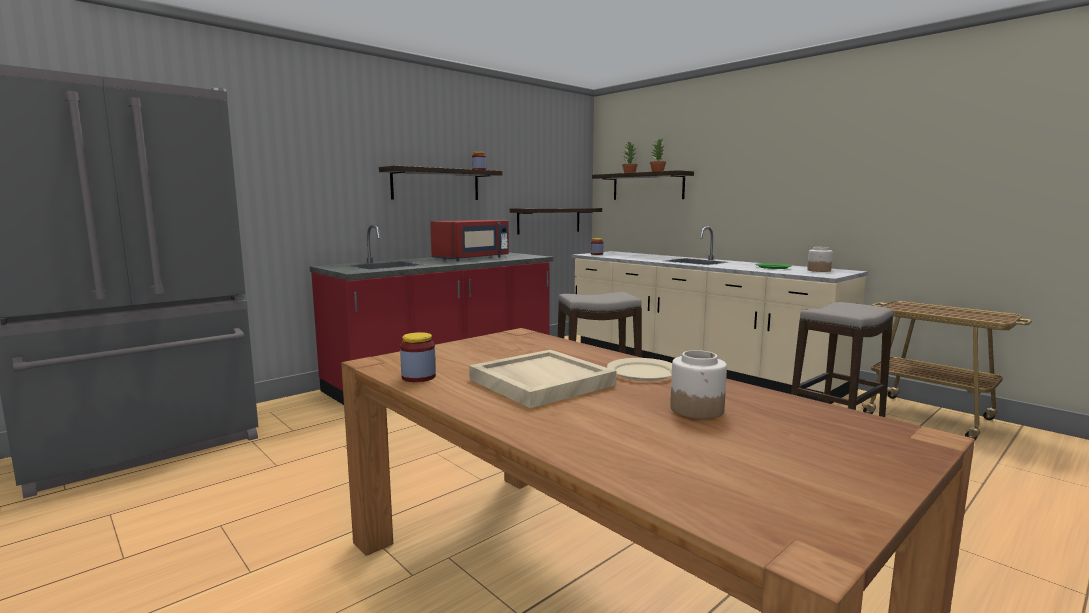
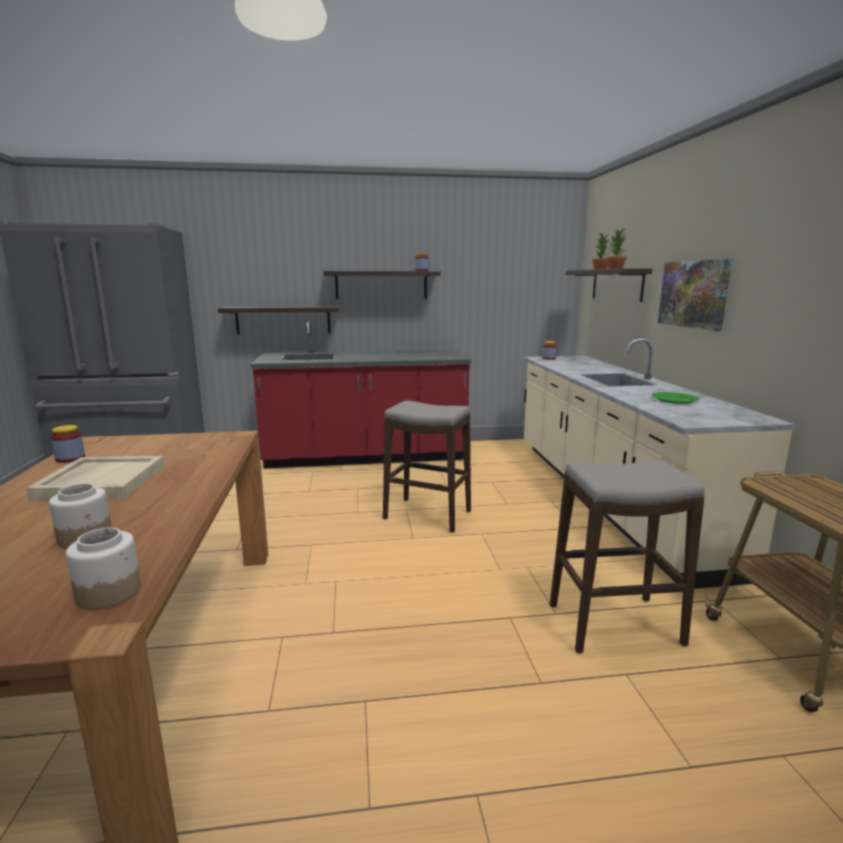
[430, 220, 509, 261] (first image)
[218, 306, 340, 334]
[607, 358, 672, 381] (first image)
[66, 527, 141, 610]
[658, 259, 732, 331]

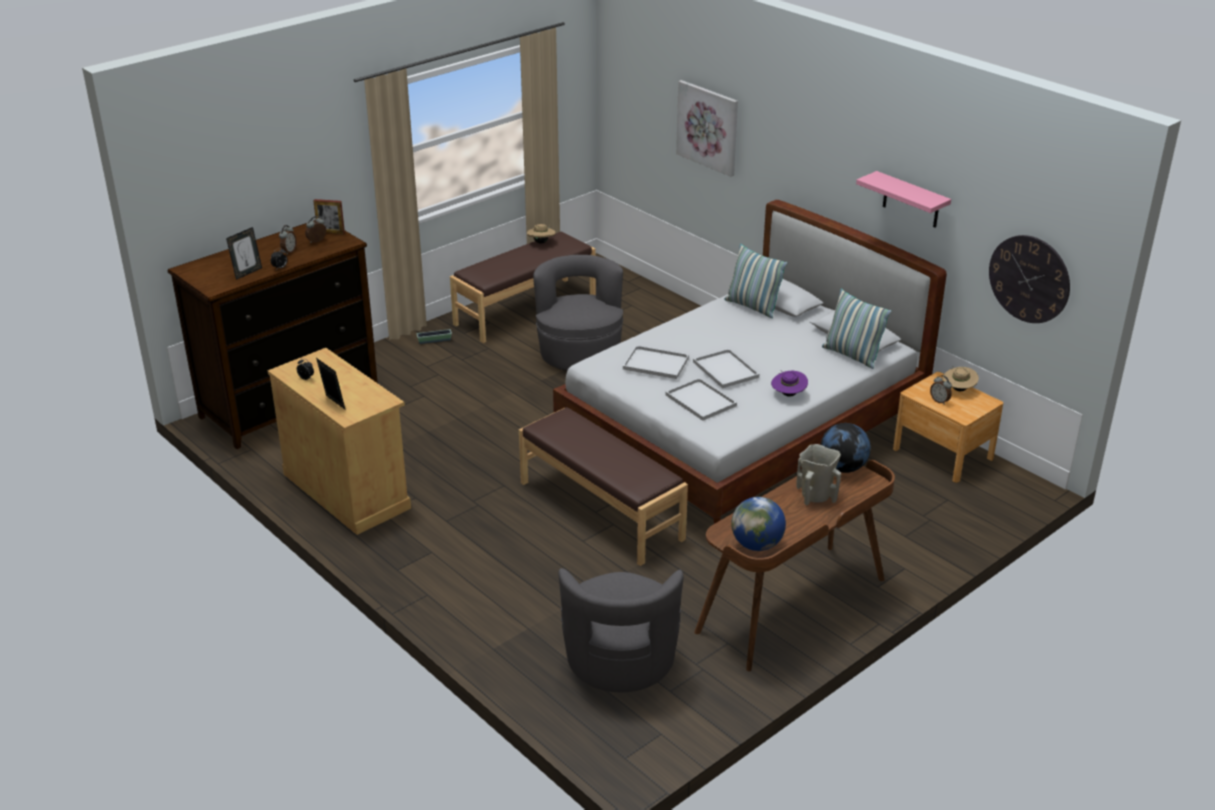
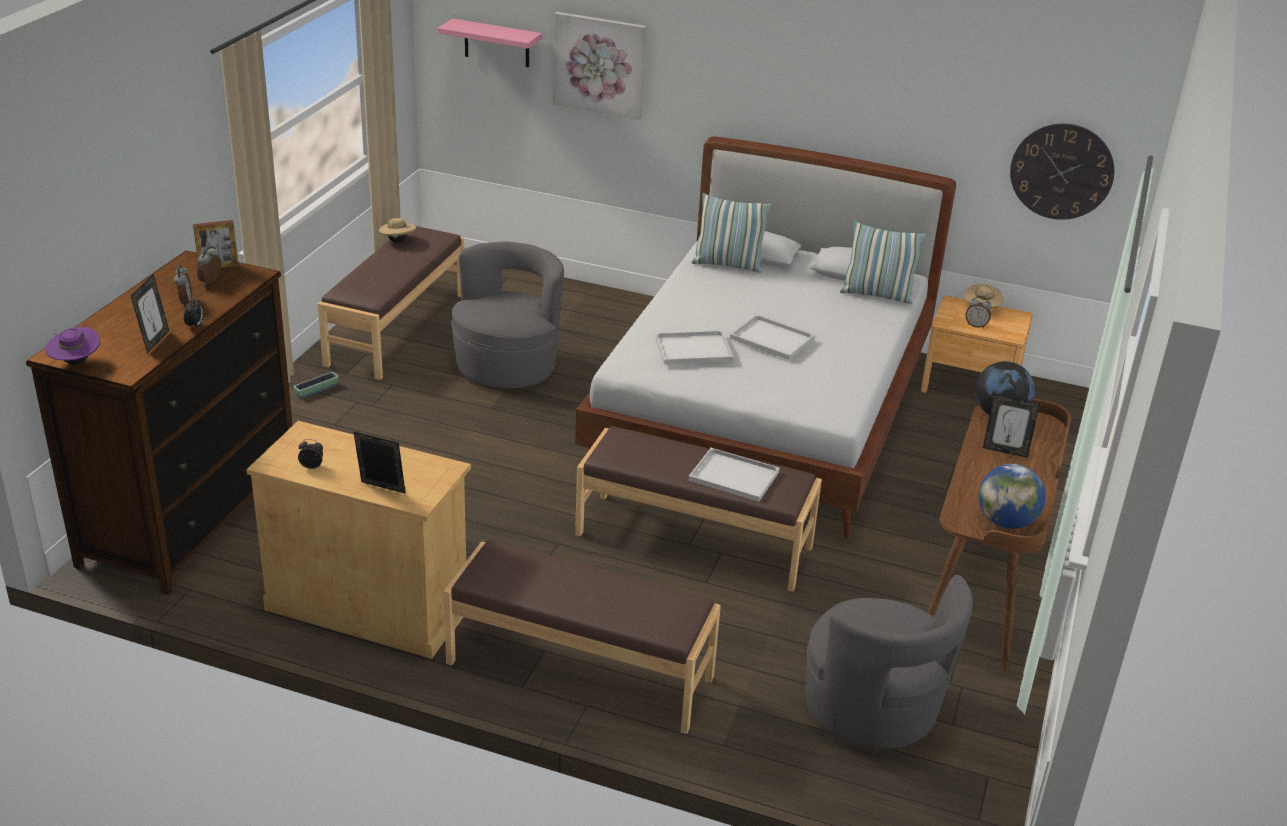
[451, 241, 564, 390]
[688, 448, 780, 502]
[45, 327, 100, 365]
[983, 394, 1040, 458]
[437, 18, 542, 67]
[444, 540, 721, 734]

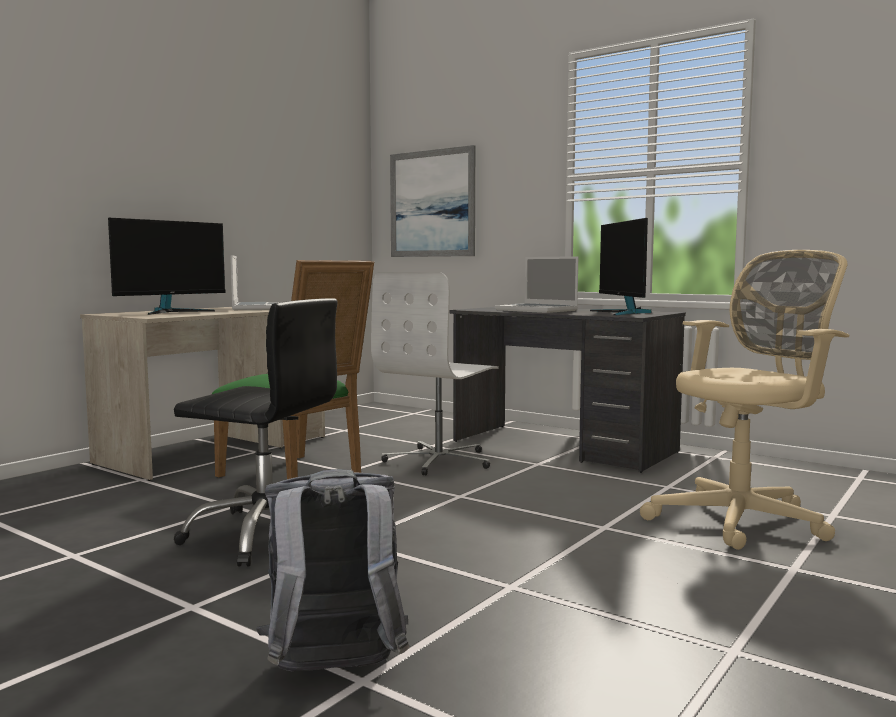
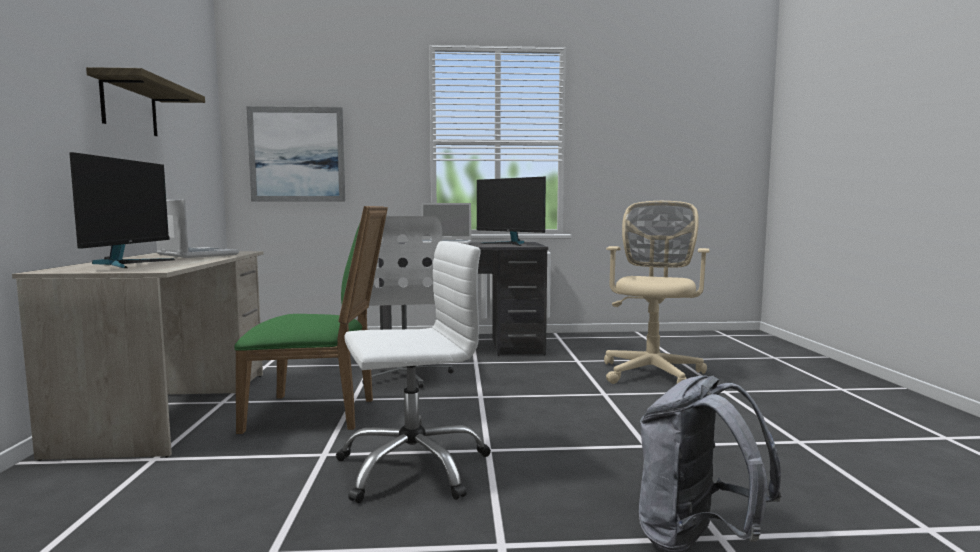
[336, 241, 491, 503]
[86, 67, 205, 136]

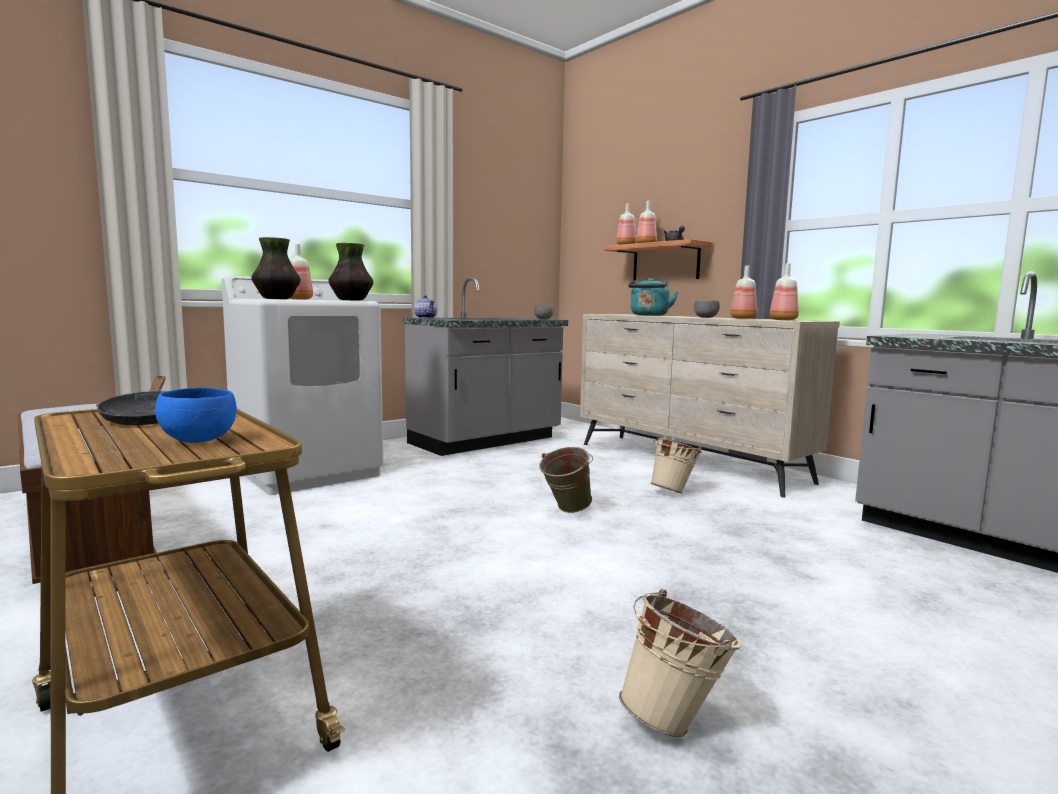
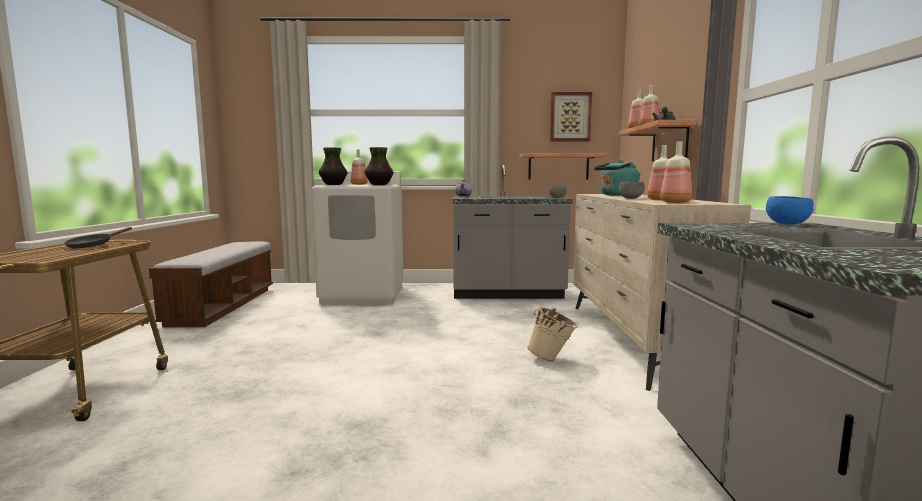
[766, 196, 814, 225]
[539, 447, 593, 513] (first image)
[619, 589, 742, 737] (first image)
[519, 153, 606, 180]
[550, 92, 592, 142]

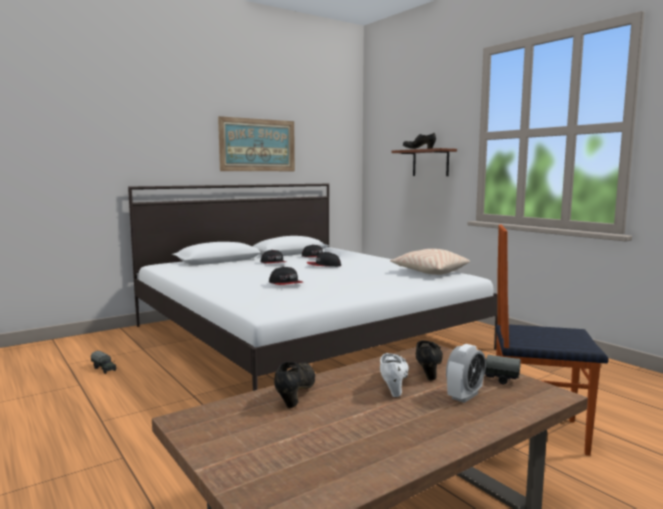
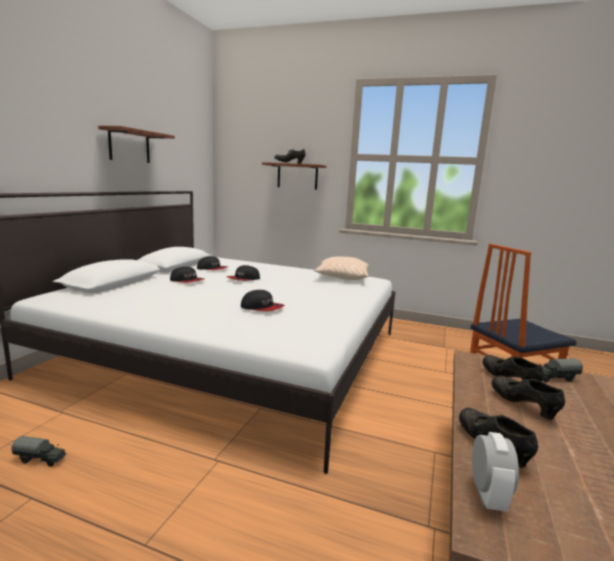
[98, 126, 175, 163]
[491, 376, 565, 420]
[472, 432, 519, 512]

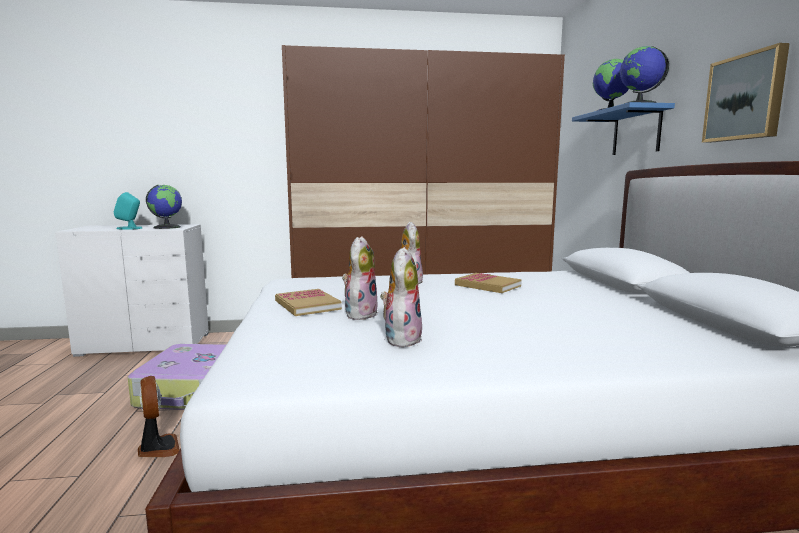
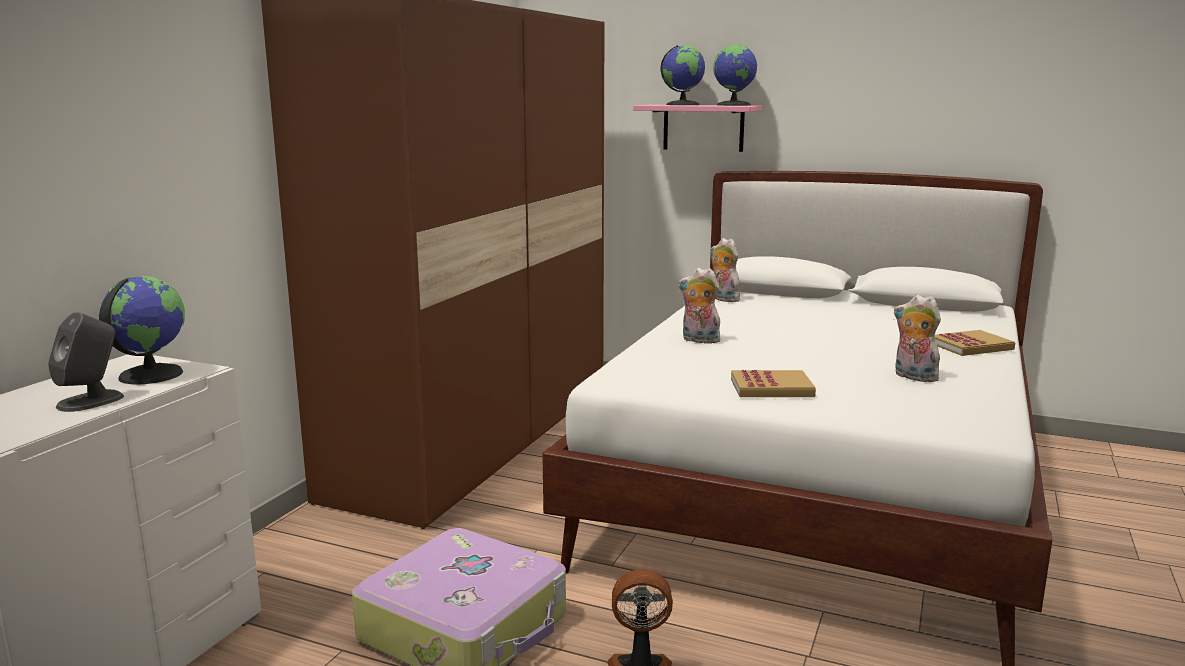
[48, 312, 124, 412]
[710, 238, 740, 302]
[934, 330, 1015, 356]
[633, 104, 762, 152]
[702, 43, 790, 143] (first image)

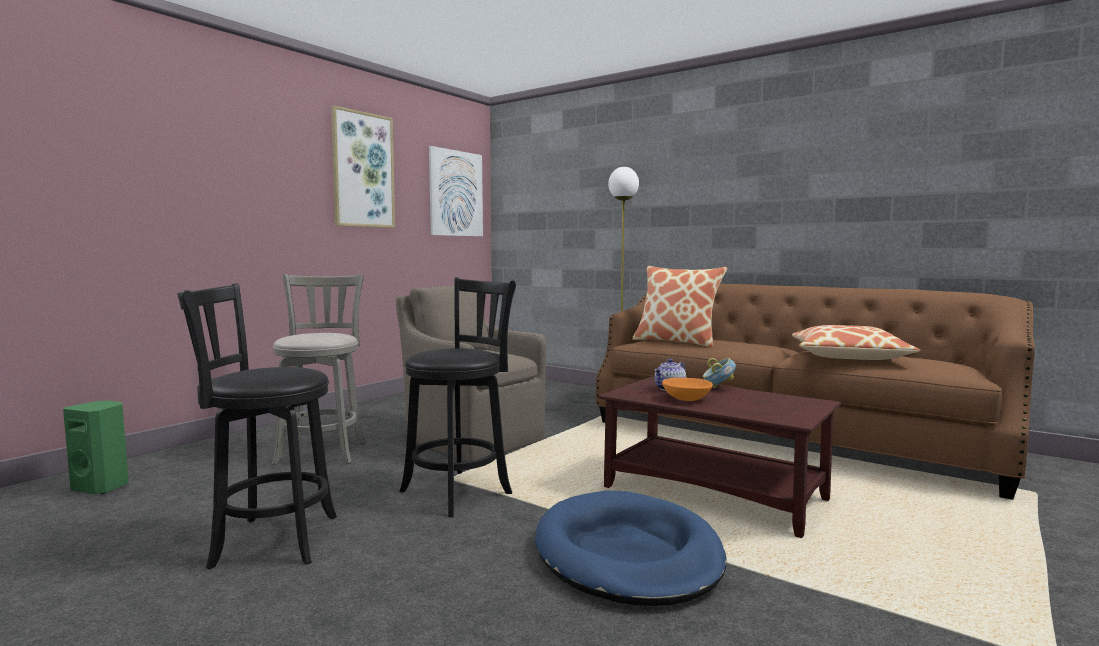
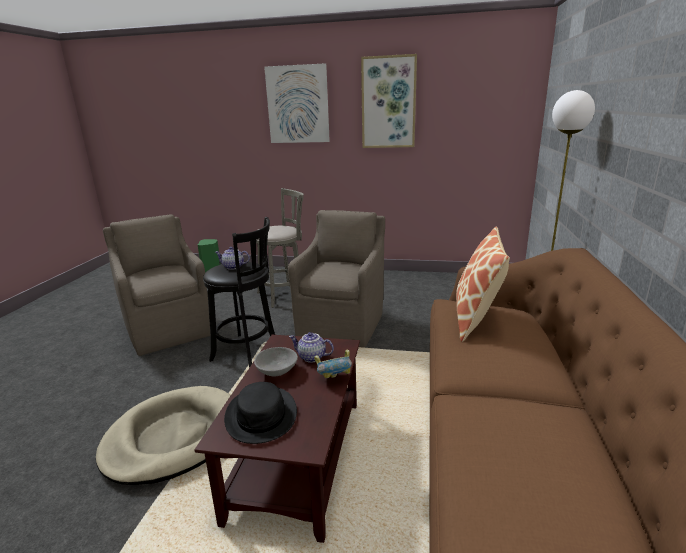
[103, 214, 210, 356]
[264, 63, 330, 143]
[96, 386, 231, 485]
[254, 347, 298, 376]
[792, 325, 920, 360] (first image)
[215, 247, 250, 270]
[224, 382, 297, 444]

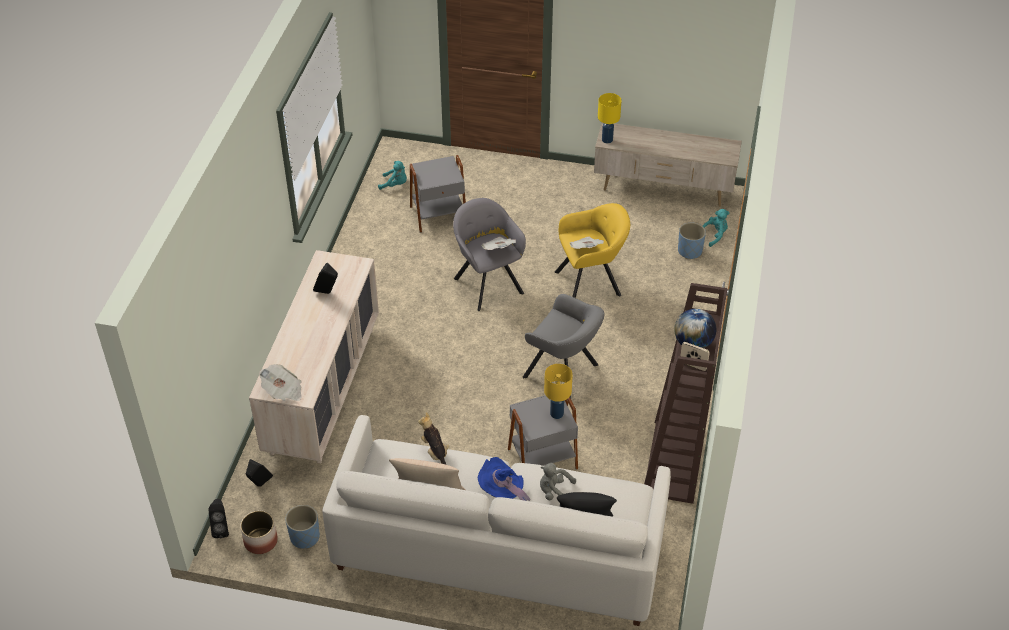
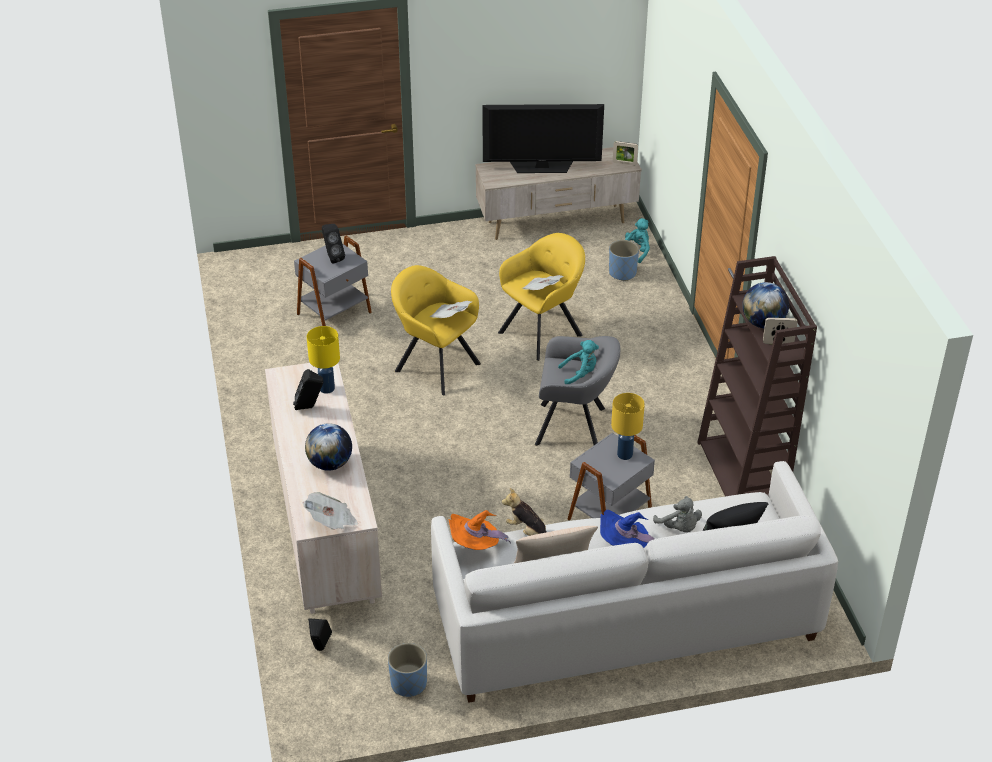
[322, 224, 345, 264]
[240, 511, 278, 554] (first image)
[558, 340, 599, 384]
[391, 265, 481, 395]
[653, 496, 702, 532]
[307, 326, 340, 394]
[305, 423, 352, 471]
[448, 510, 511, 550]
[482, 104, 604, 173]
[613, 141, 638, 166]

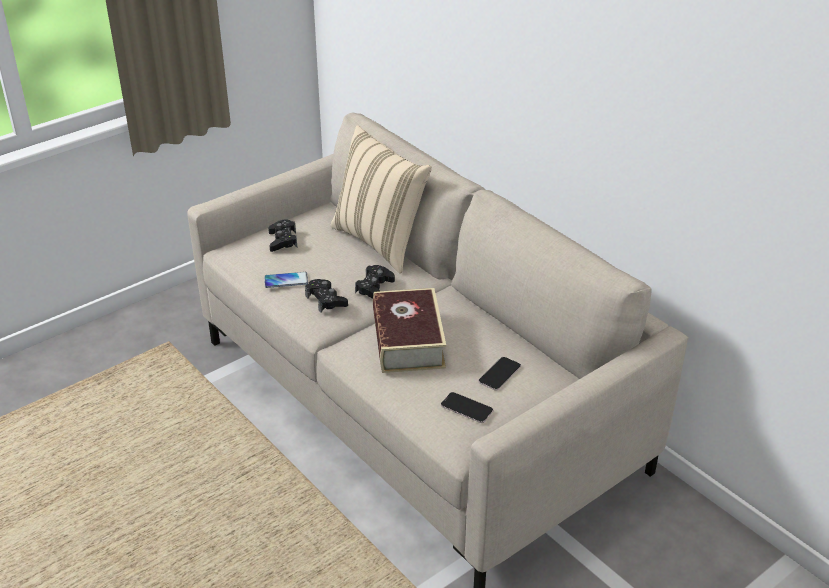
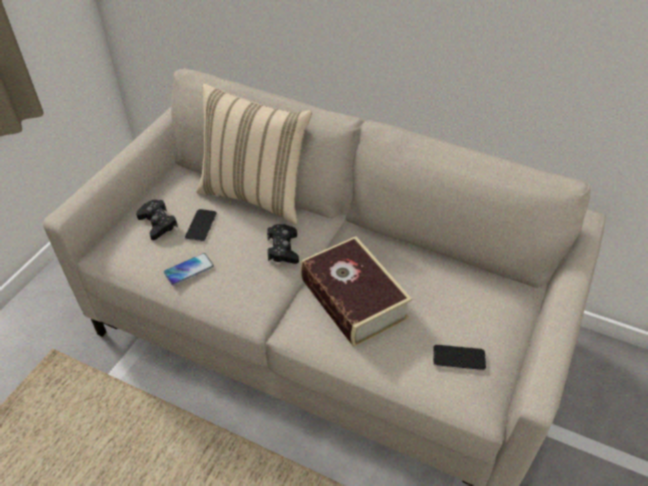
[305, 279, 348, 313] (first image)
[185, 209, 217, 242]

